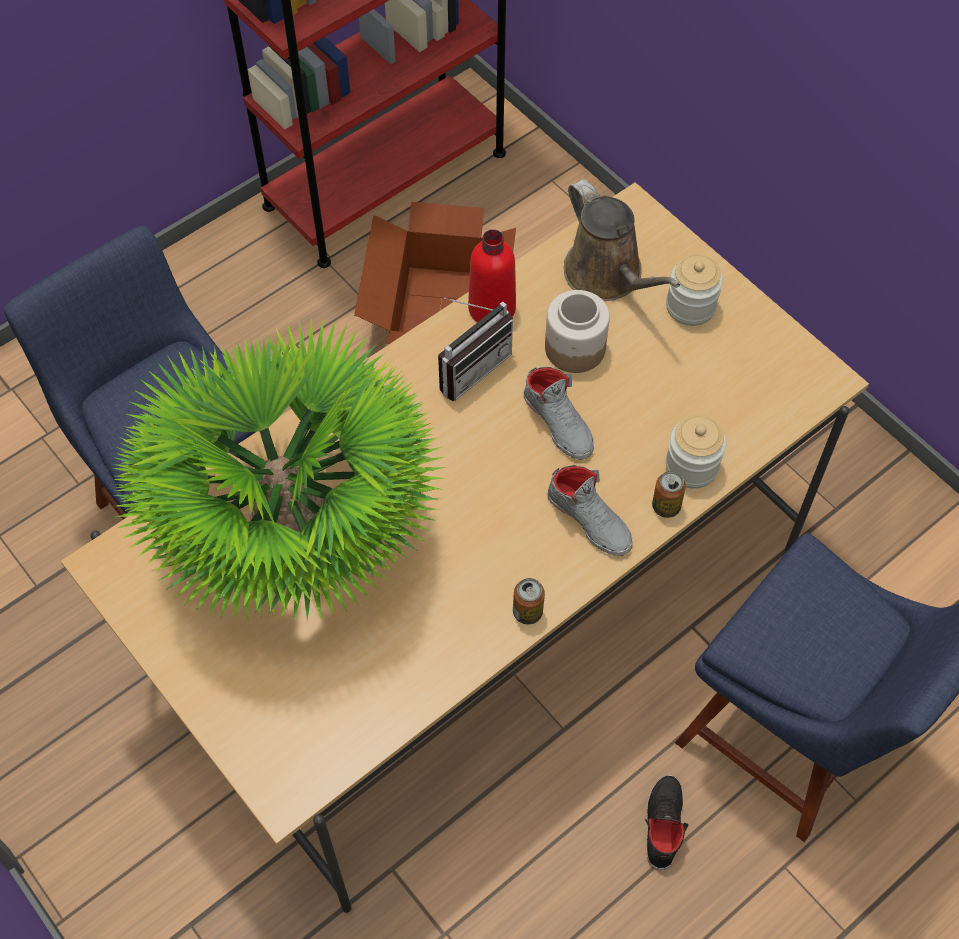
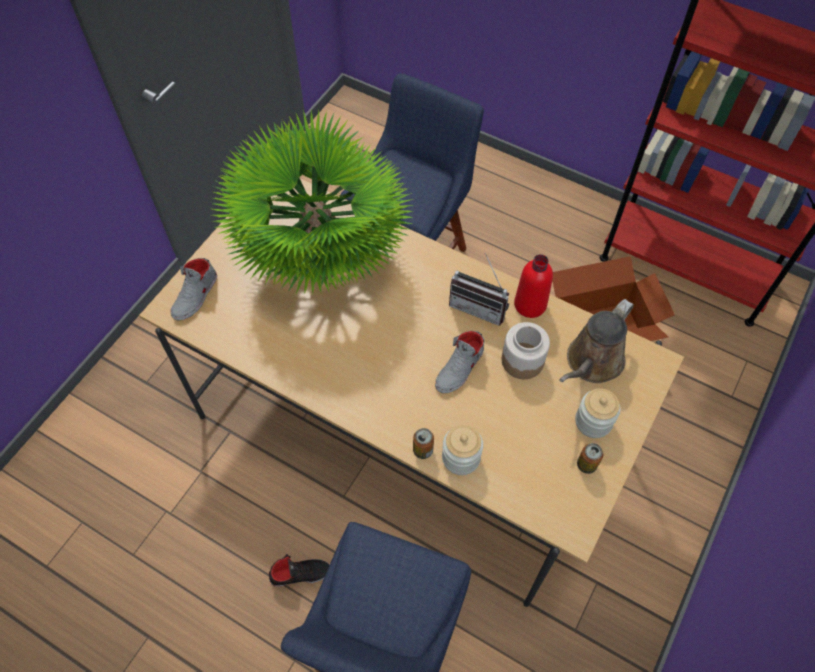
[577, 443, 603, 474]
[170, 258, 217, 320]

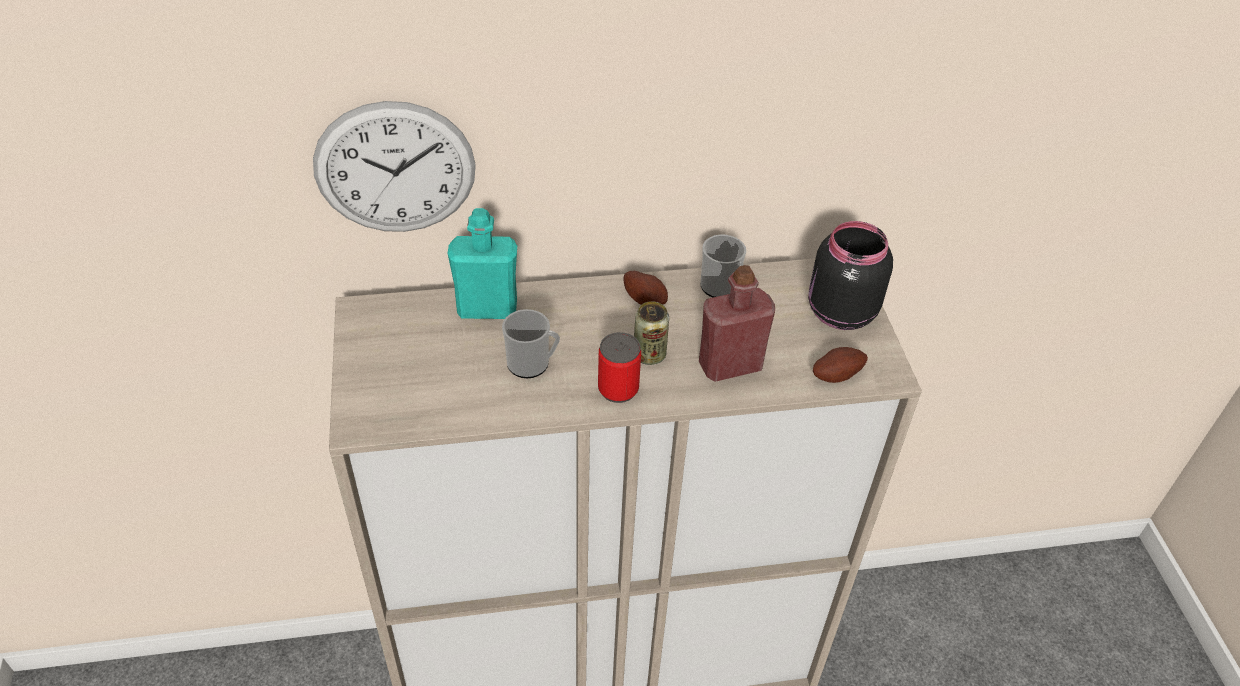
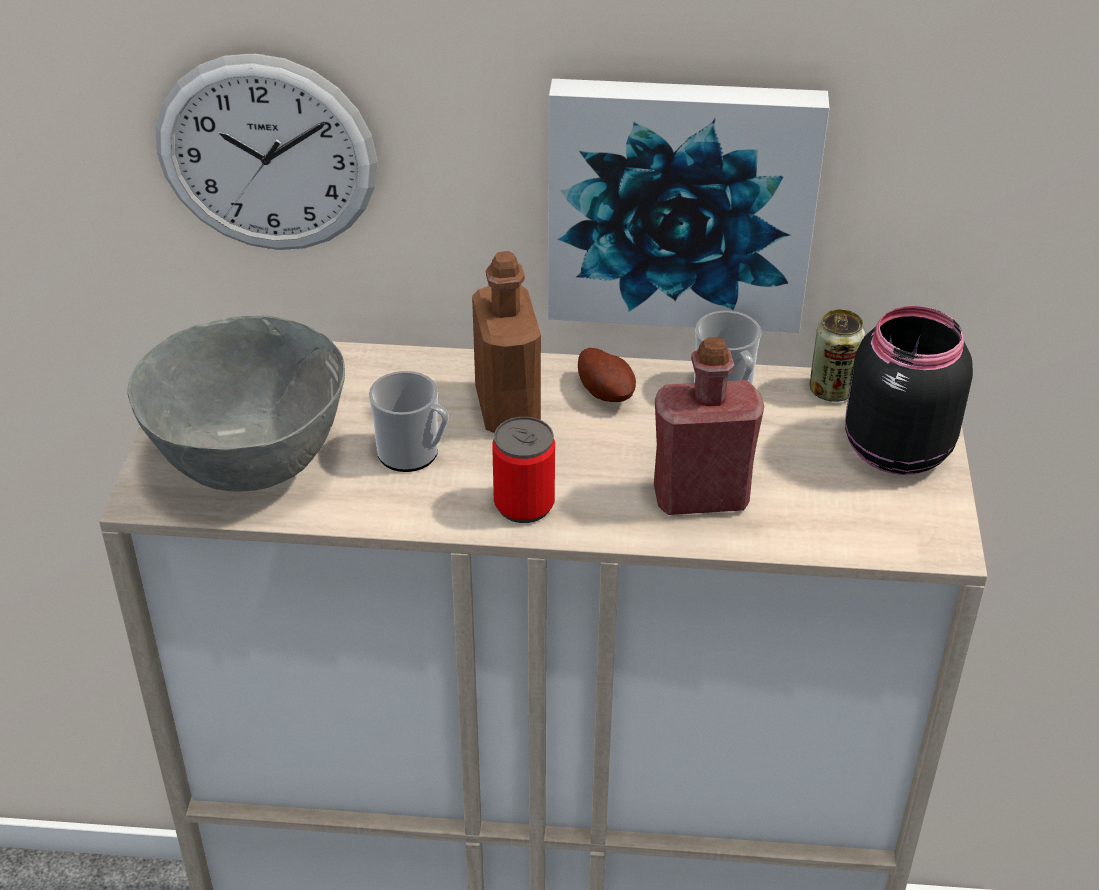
[447, 208, 517, 319] (first image)
[810, 309, 865, 402]
[813, 347, 868, 383] (first image)
[127, 316, 345, 492]
[472, 251, 541, 433]
[548, 79, 829, 333]

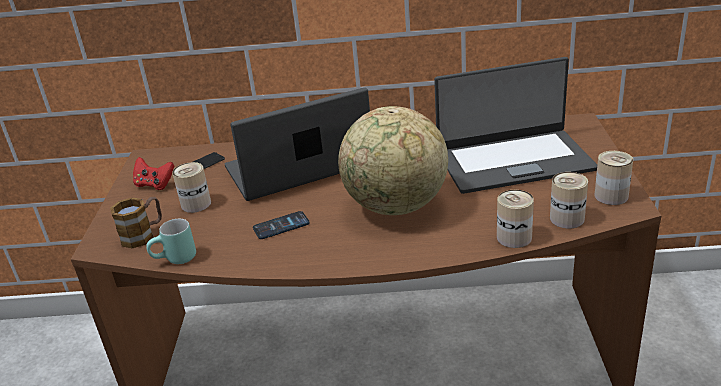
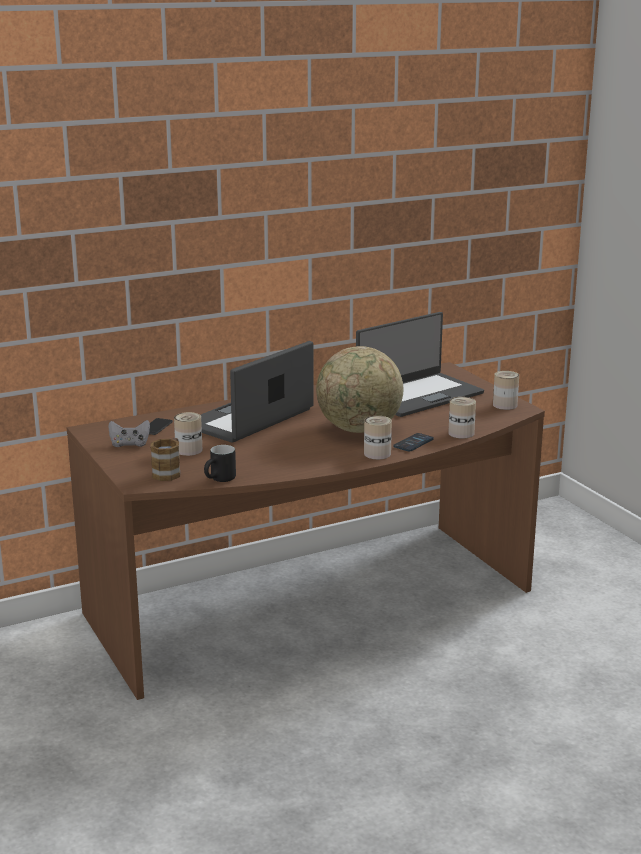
[108, 420, 150, 447]
[204, 445, 236, 482]
[393, 433, 434, 451]
[364, 416, 392, 459]

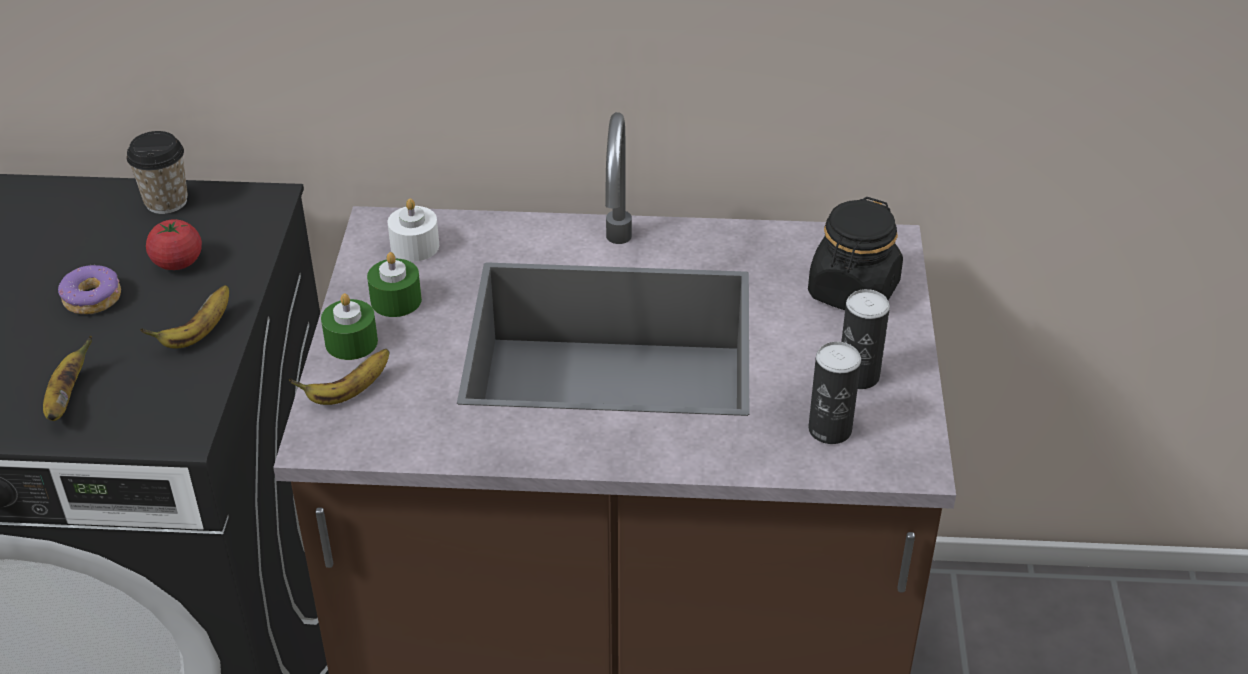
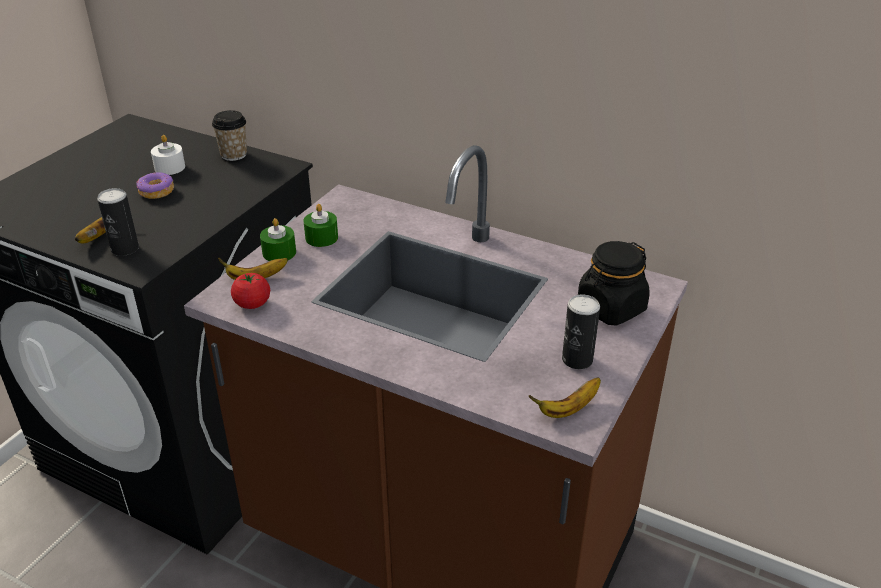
[529, 378, 601, 418]
[231, 273, 270, 309]
[151, 135, 185, 175]
[97, 188, 139, 256]

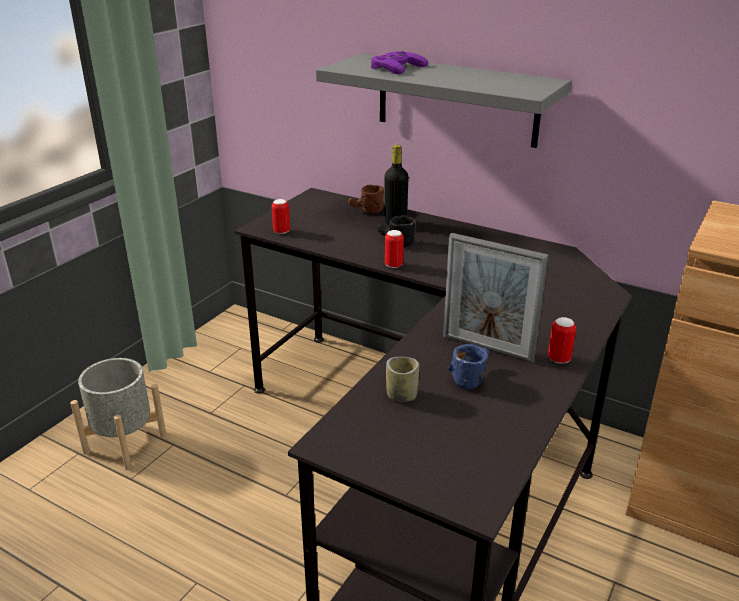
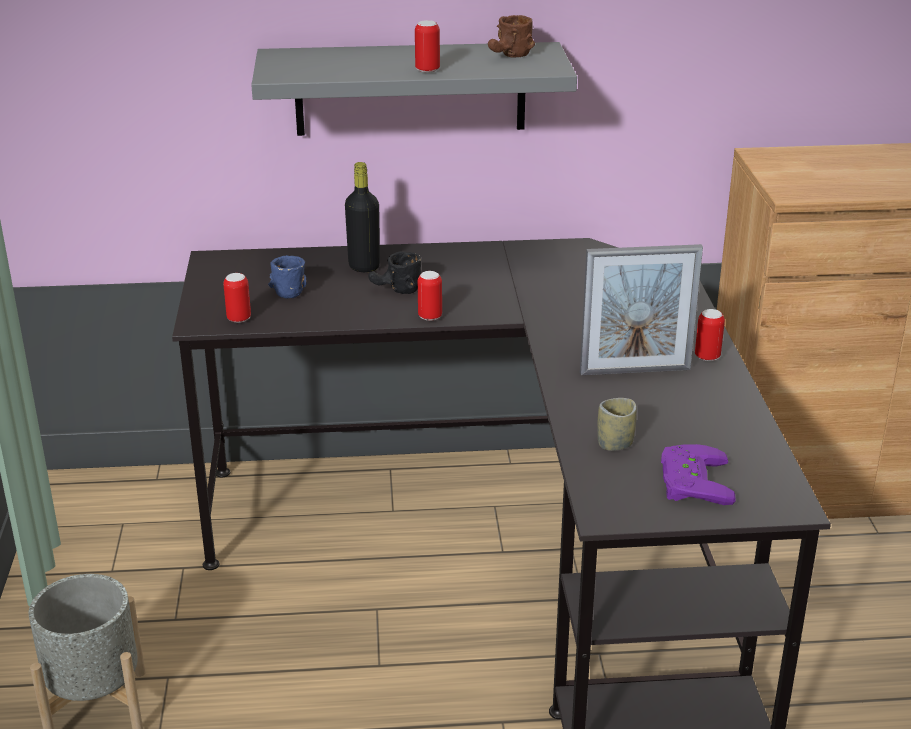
[488, 15, 535, 58]
[661, 444, 736, 505]
[268, 255, 307, 299]
[415, 20, 440, 73]

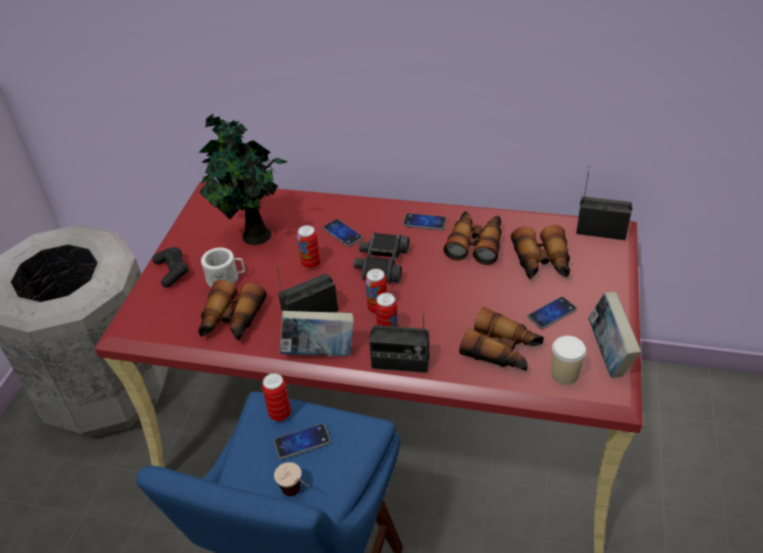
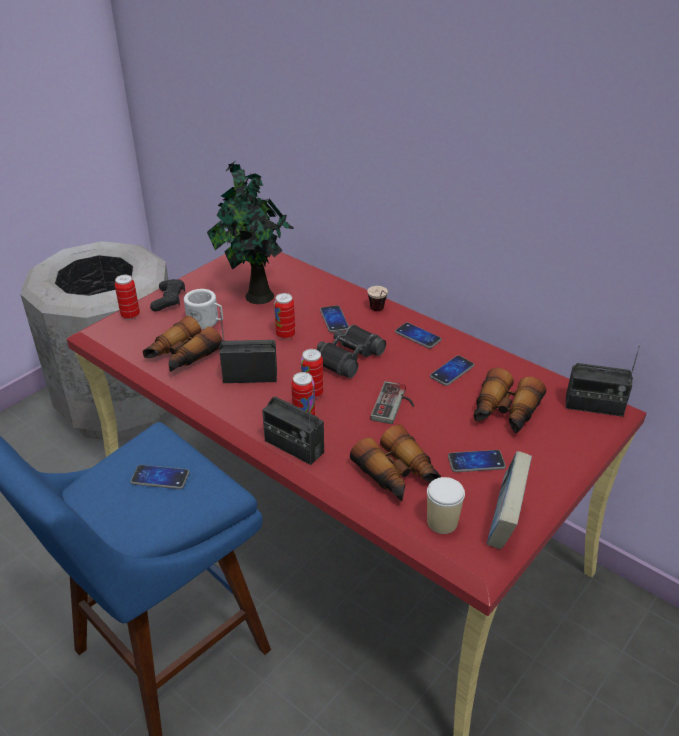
[115, 275, 140, 320]
[367, 286, 388, 311]
[280, 311, 354, 356] (first image)
[430, 356, 474, 386]
[566, 346, 640, 417]
[370, 381, 414, 424]

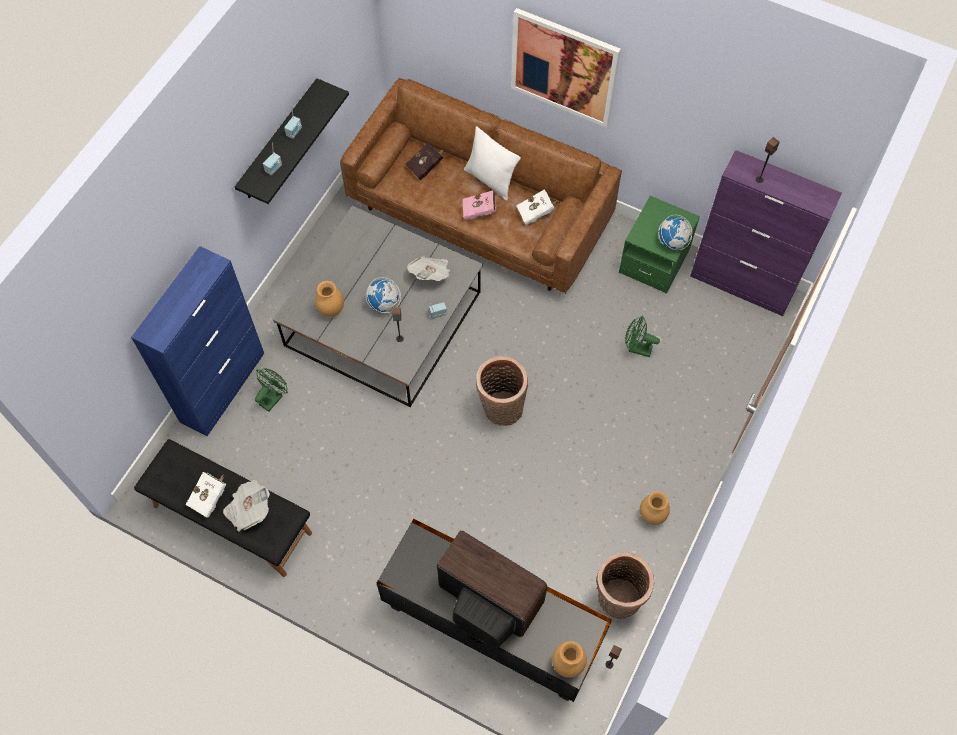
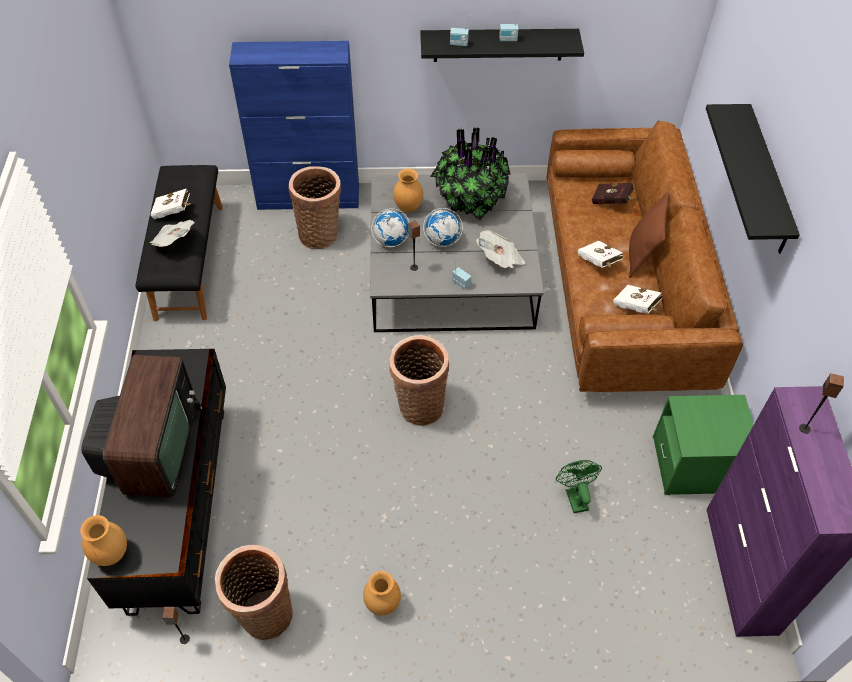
[289, 166, 341, 249]
[578, 241, 623, 268]
[629, 192, 669, 278]
[706, 104, 800, 254]
[371, 208, 410, 247]
[430, 127, 511, 221]

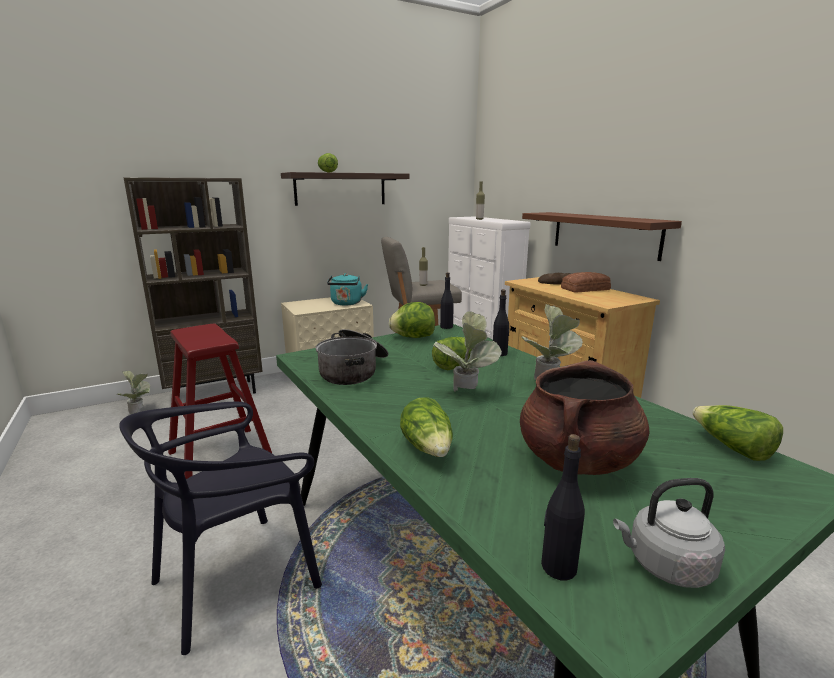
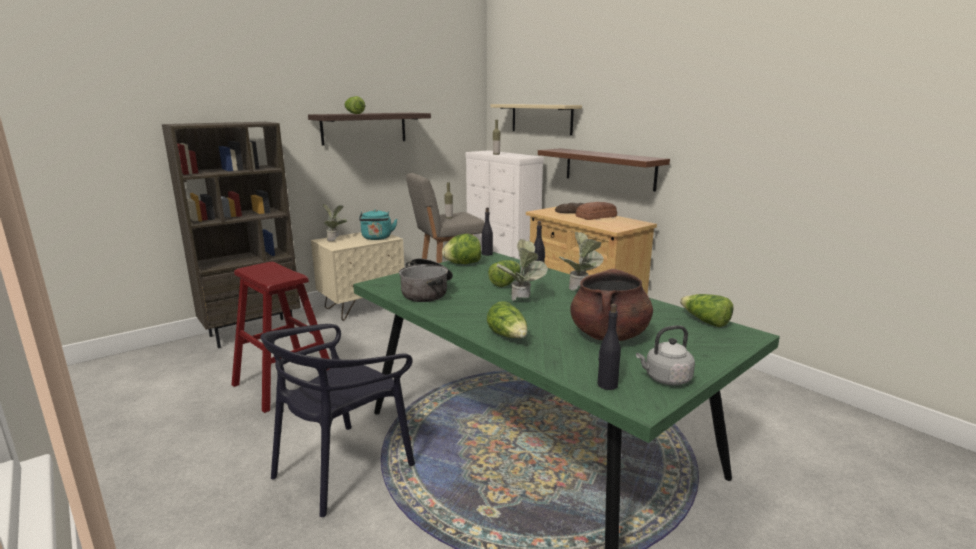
[323, 204, 347, 241]
[491, 104, 582, 136]

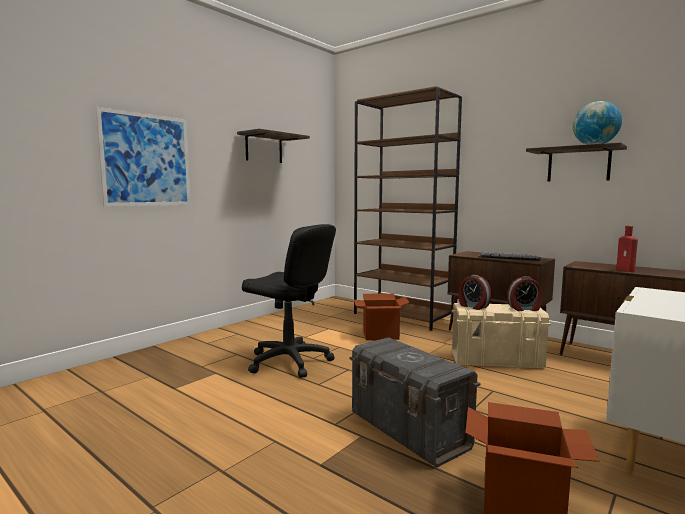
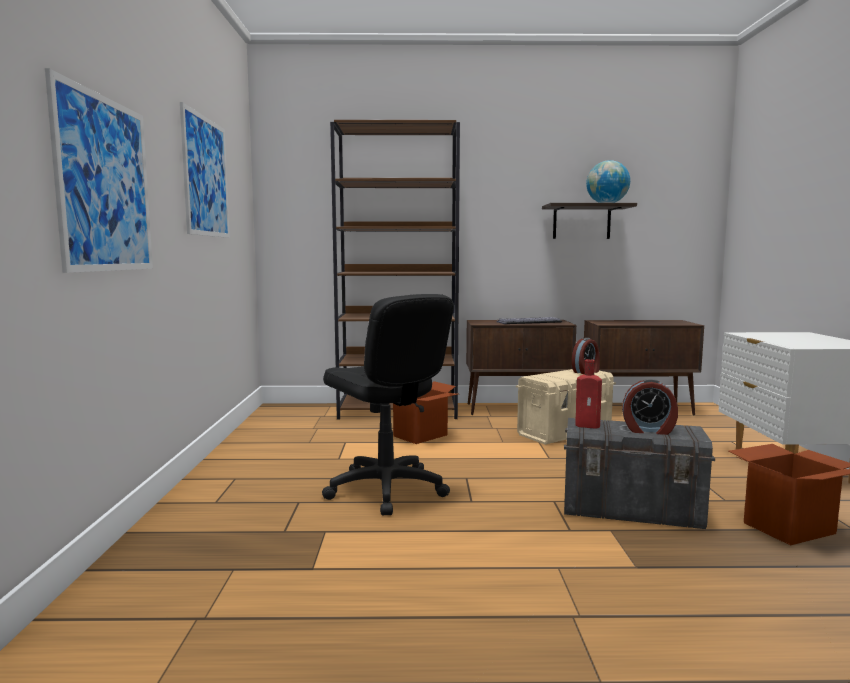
[180, 102, 230, 238]
[322, 294, 454, 515]
[622, 379, 678, 435]
[575, 359, 602, 429]

